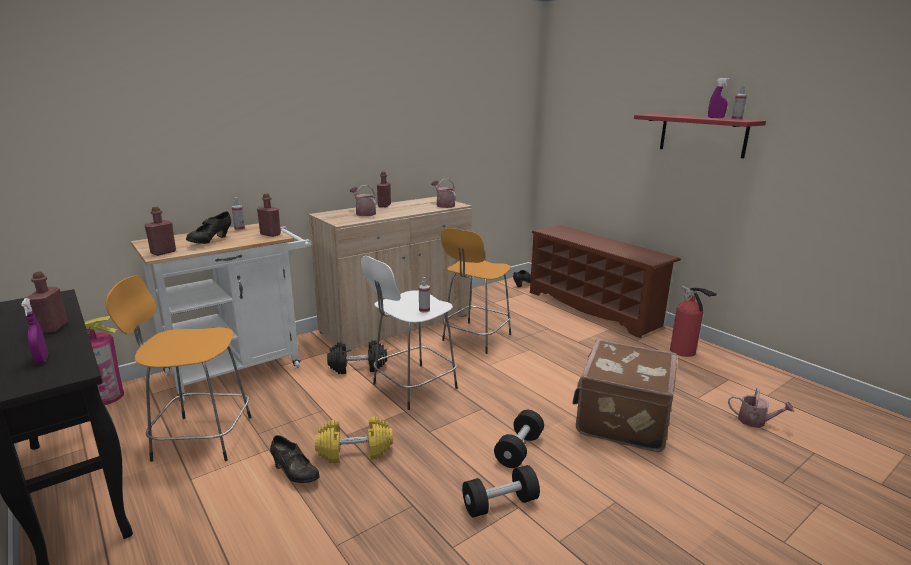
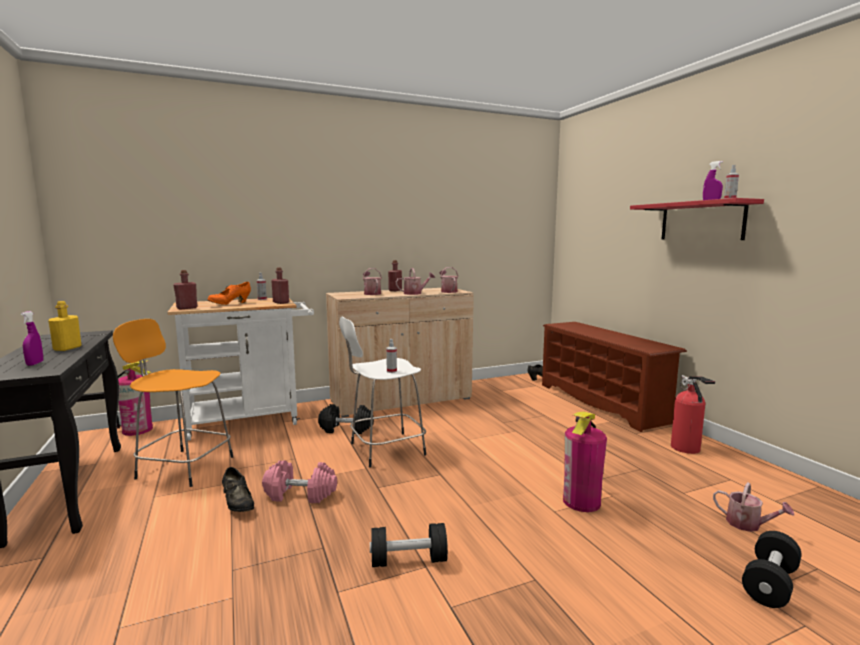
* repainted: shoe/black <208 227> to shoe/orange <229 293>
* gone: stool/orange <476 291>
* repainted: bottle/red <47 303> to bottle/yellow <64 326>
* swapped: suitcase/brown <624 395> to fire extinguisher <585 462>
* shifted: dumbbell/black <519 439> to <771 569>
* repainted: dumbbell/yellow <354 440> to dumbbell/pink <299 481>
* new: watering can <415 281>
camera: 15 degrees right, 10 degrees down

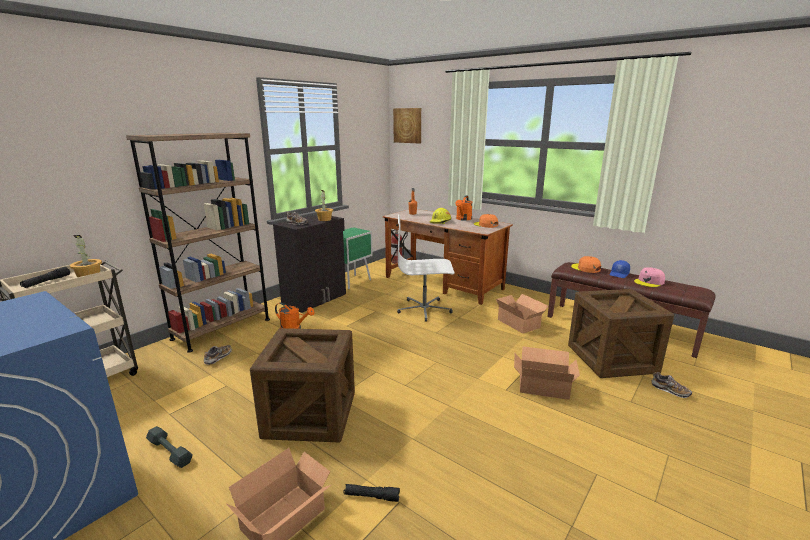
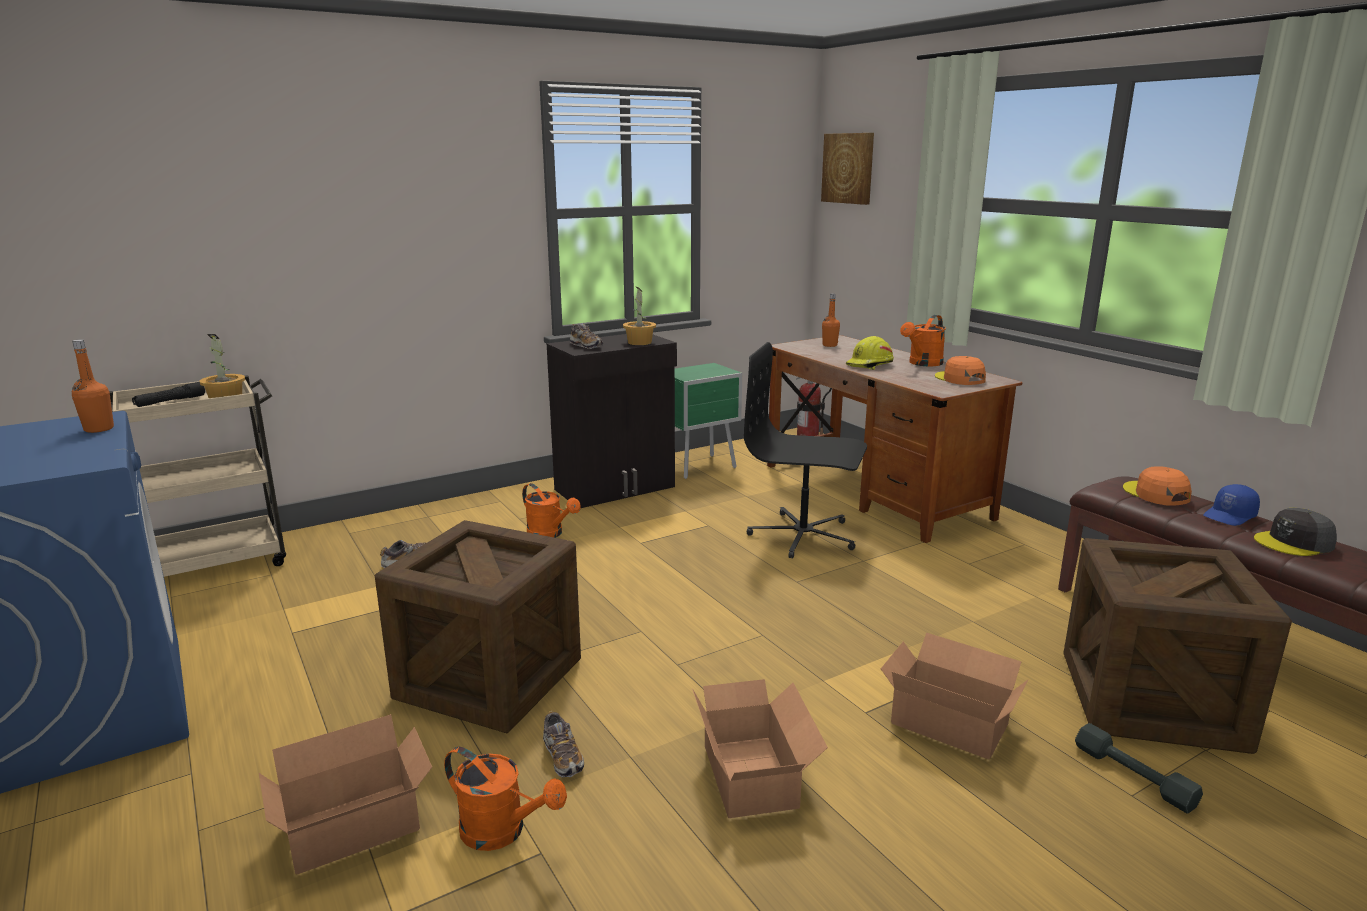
* gone: bookcase/brown <198 243>
* repainted: office chair/white <425 268> to office chair/black <805 450>
* repainted: cap/pink <649 277> to cap/grey <1295 532>
* shifted: cardboard box <522 313> to <760 748>
* shifted: shoe <671 385> to <563 744>
* shifted: dumbbell/grey <169 447> to <1139 768>
* swapped: flashlight/black <372 493> to watering can/orange <505 799>
* new: bottle/orange <93 386>
camera: 20 degrees right, 0 degrees up

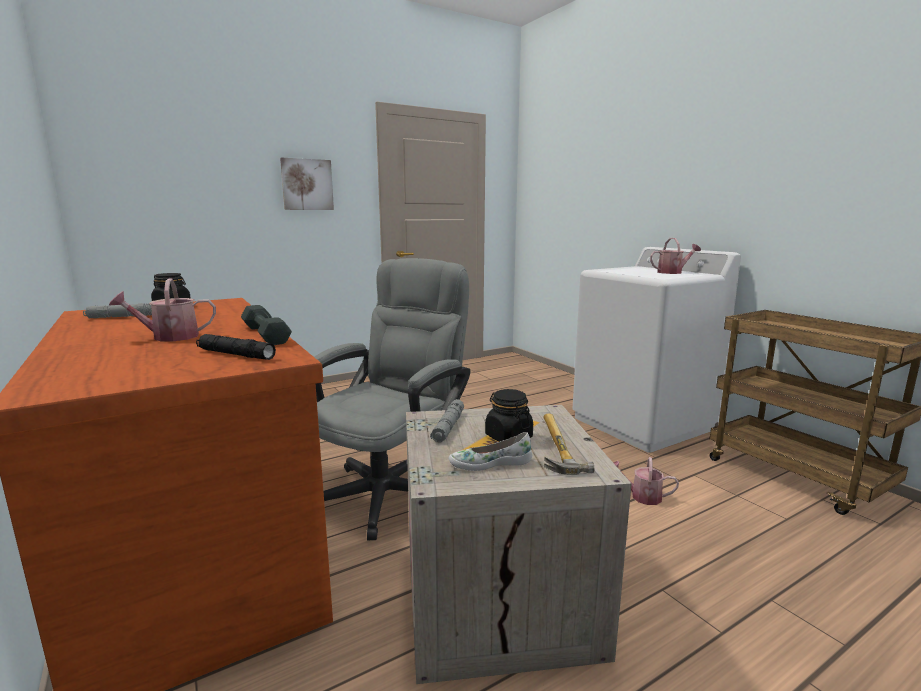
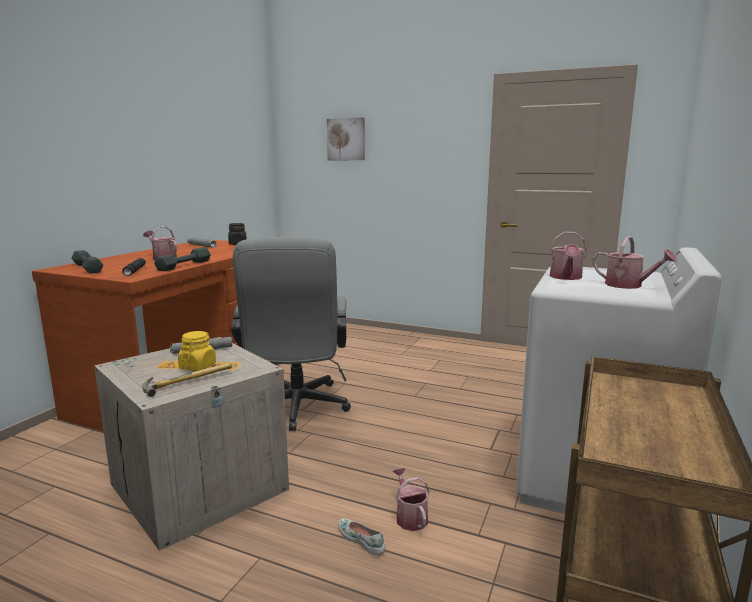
* shifted: picture <307 184> to <346 138>
* rotated: office chair/grey <392 399> = <291 334> 90 degrees clockwise
* repainted: jar/black <509 415> to jar/yellow <197 351>
* shifted: shoe/white <490 451> to <361 537>
* new: watering can <568 256>
* new: dumbbell/grey <87 262>
camera: 55 degrees right, 0 degrees up

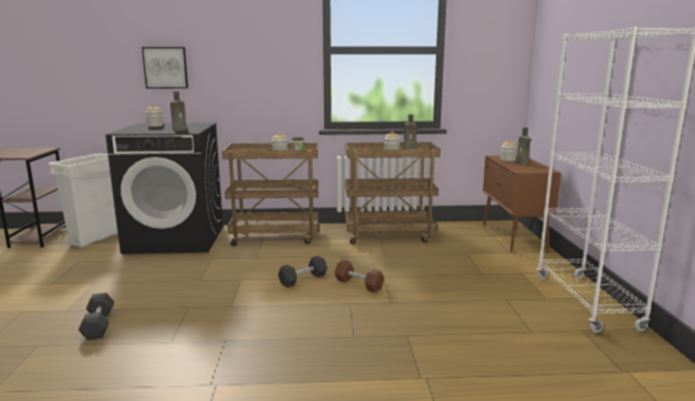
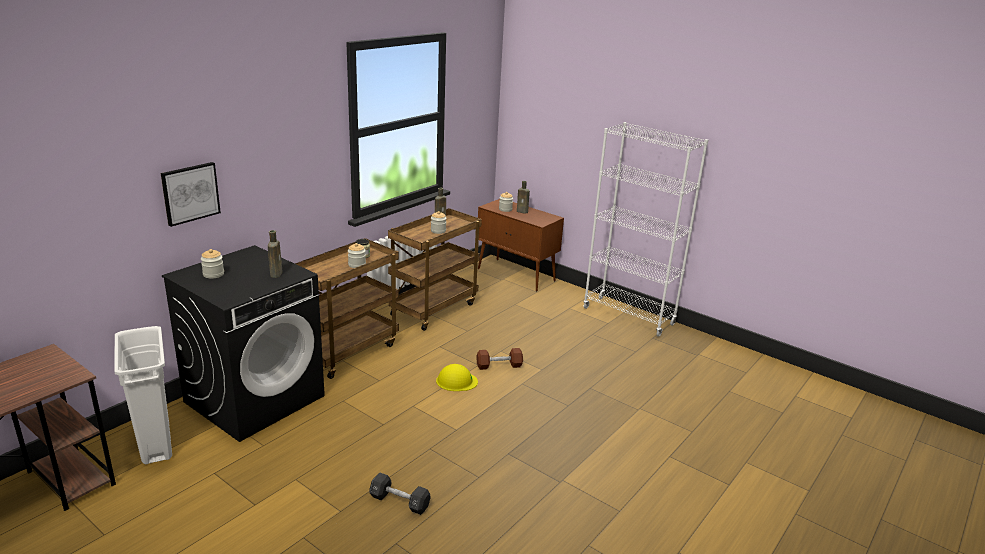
* swapped: dumbbell/black <302 272> to hard hat/yellow <457 377>
camera: 50 degrees left, 10 degrees up

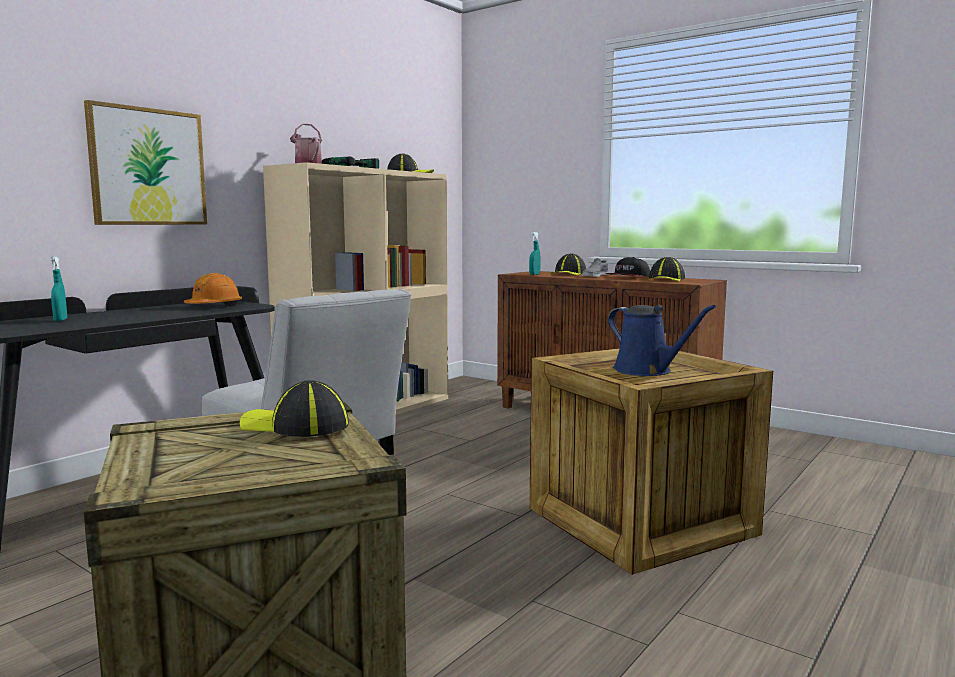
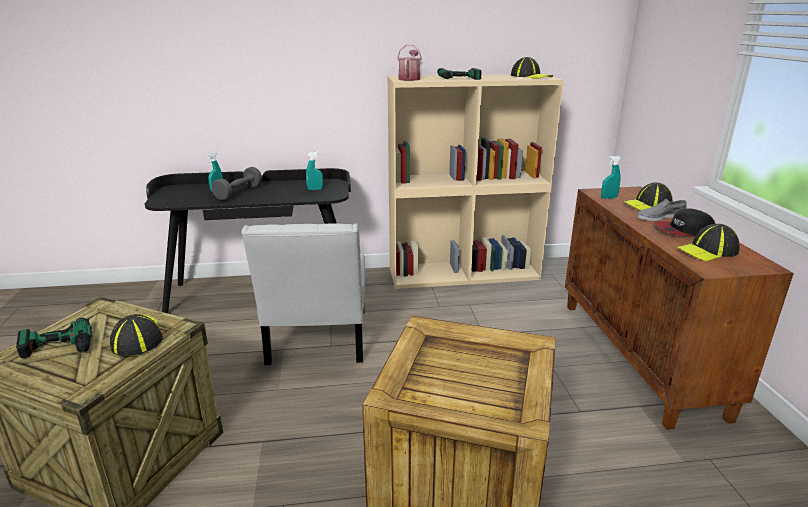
* gone: picture <145 162>
* swapped: hard hat/orange <213 289> to spray bottle/turquoise <314 171>
* gone: watering can/blue <662 340>
* new: dumbbell/grey <237 183>
* new: power drill <54 338>
camera: 45 degrees right, 15 degrees up

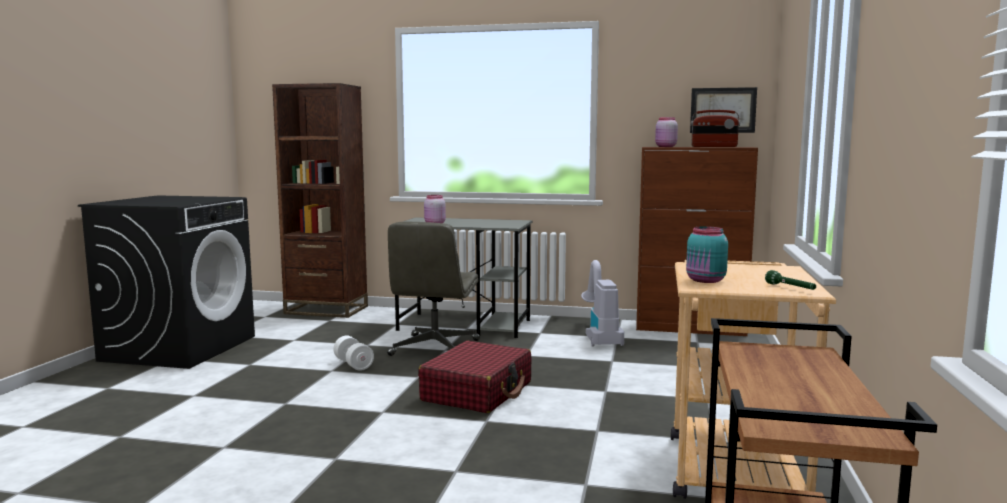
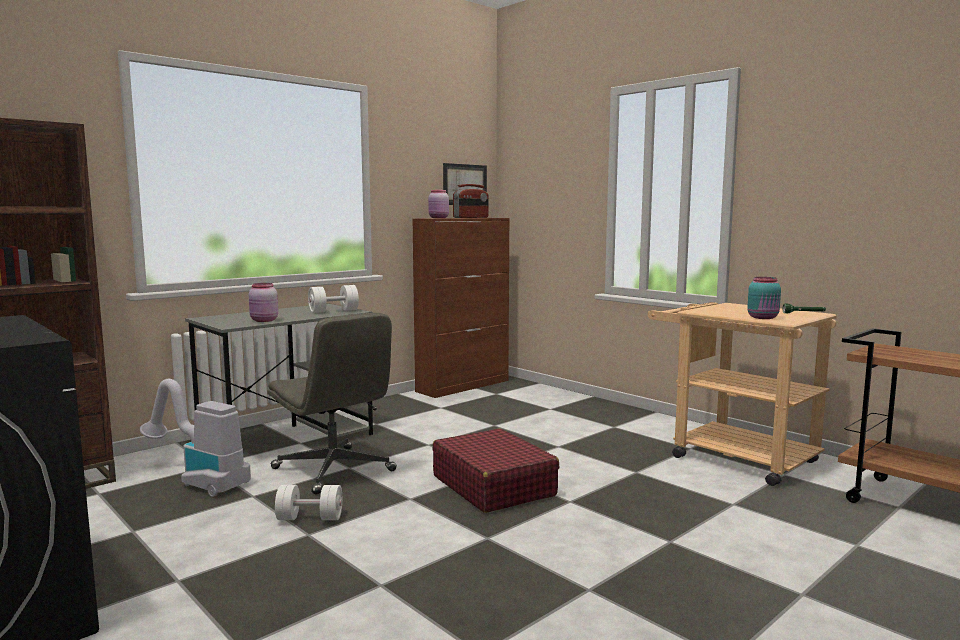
* shifted: vacuum cleaner <602 303> to <195 438>
* new: dumbbell/white <333 299>
camera: 55 degrees left, 0 degrees up

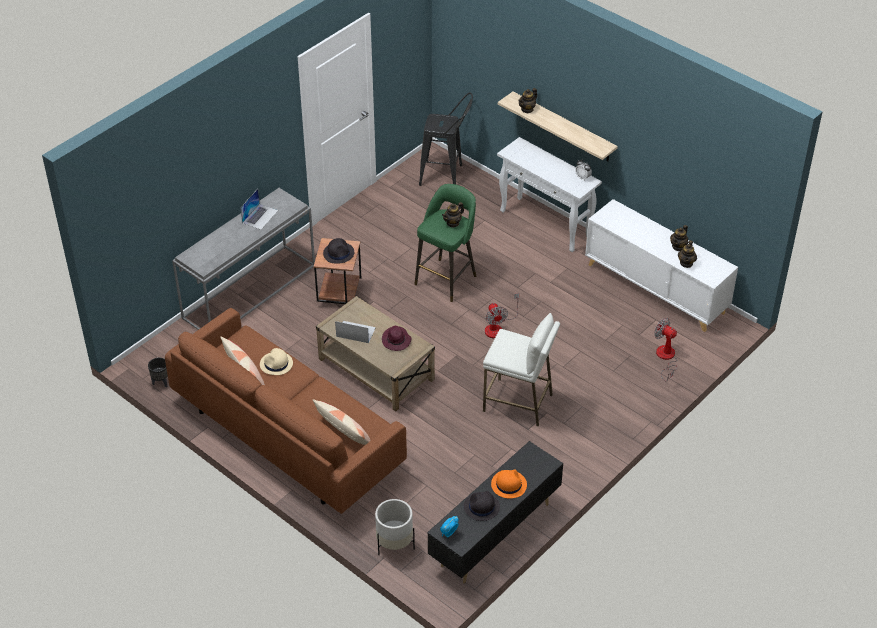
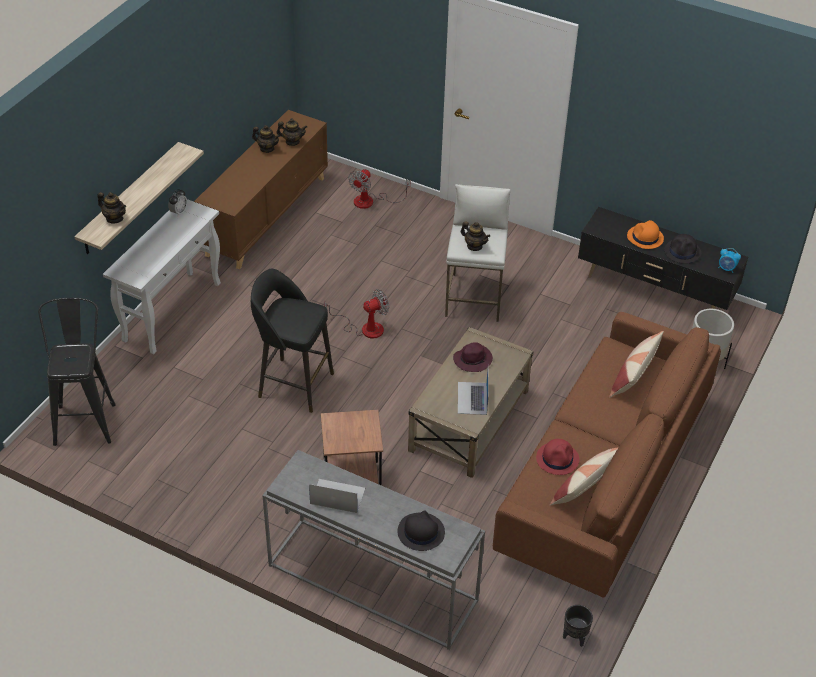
* repainted: stool/green <445 243> to stool/black <292 341>
* repainted: cabinet/white <661 265> to cabinet/brown <261 189>
* shifted: teapot <453 215> to <475 236>
* shifted: hat/black <338 251> to <421 531>
* repainted: hat/beige <276 361> to hat/red <557 457>
camera: 105 degrees left, 0 degrees up

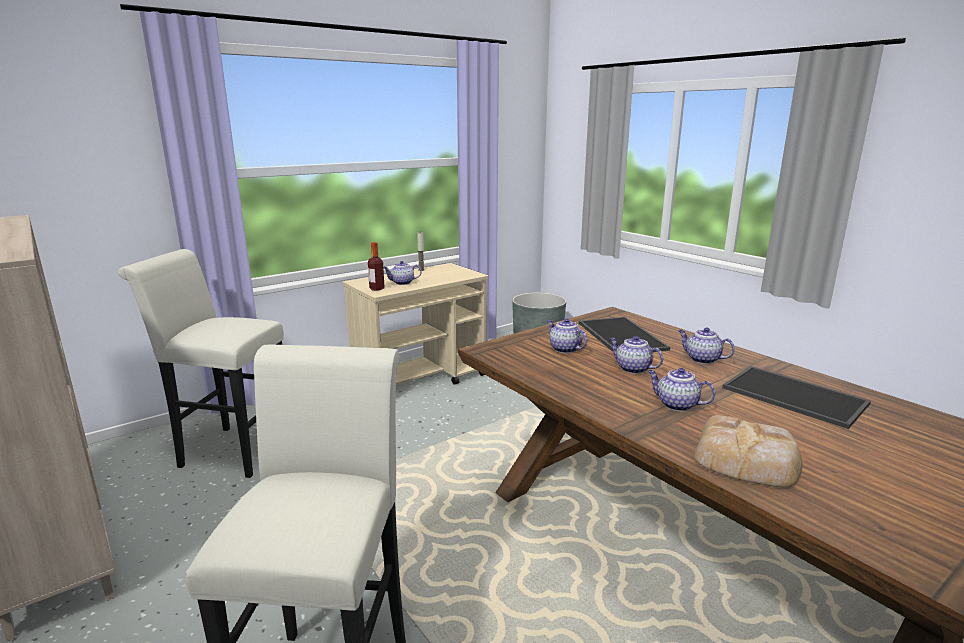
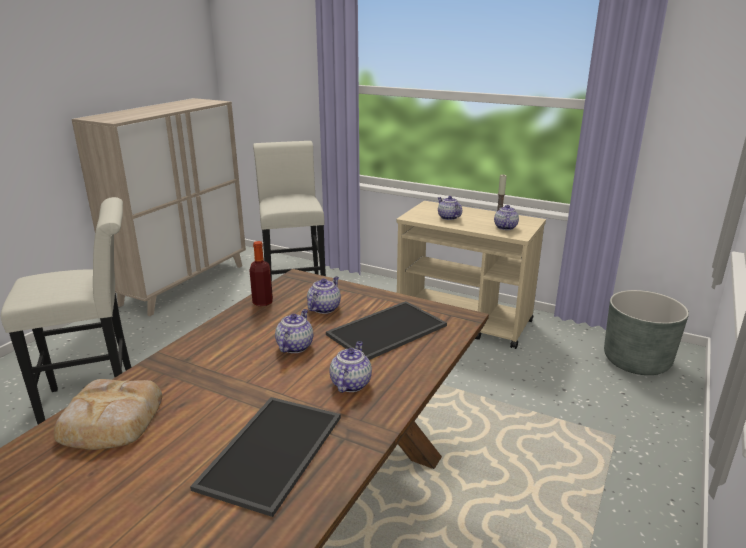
* shifted: bottle <376 266> to <261 273>
* shifted: teapot <681 389> to <506 217>
camera: 65 degrees right, 5 degrees up

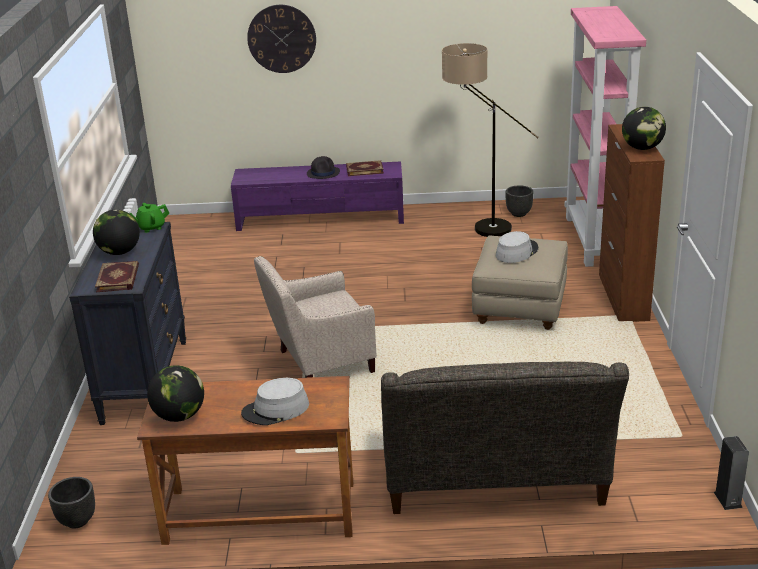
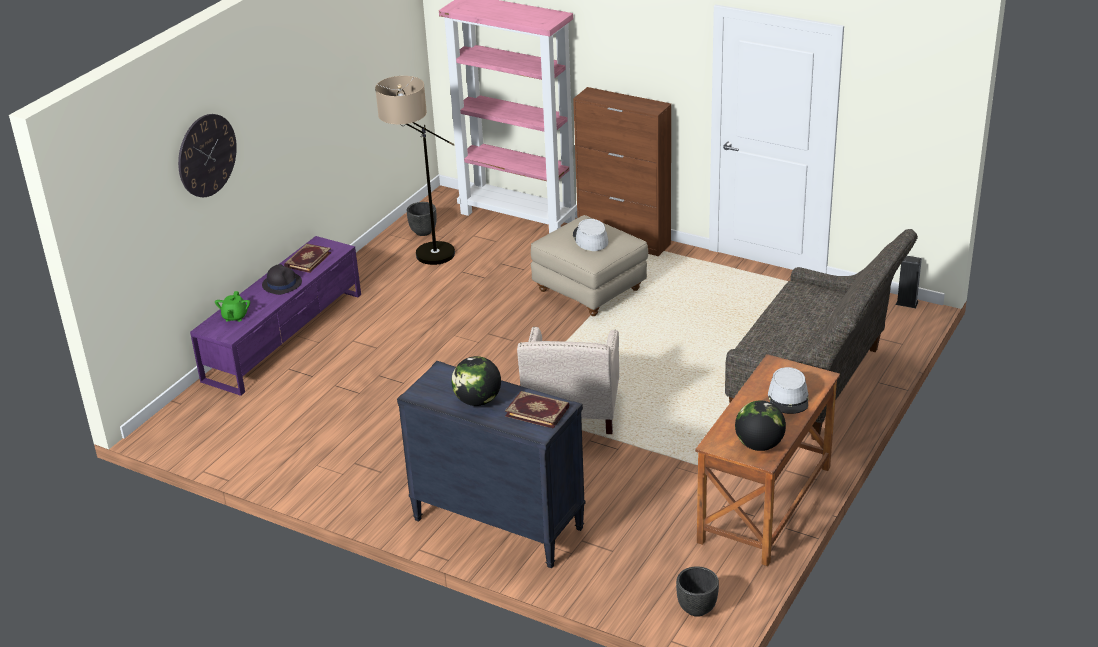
* gone: globe <644 128>
* shifted: teapot/green <149 218> to <232 306>
camera: 60 degrees left, 5 degrees up

